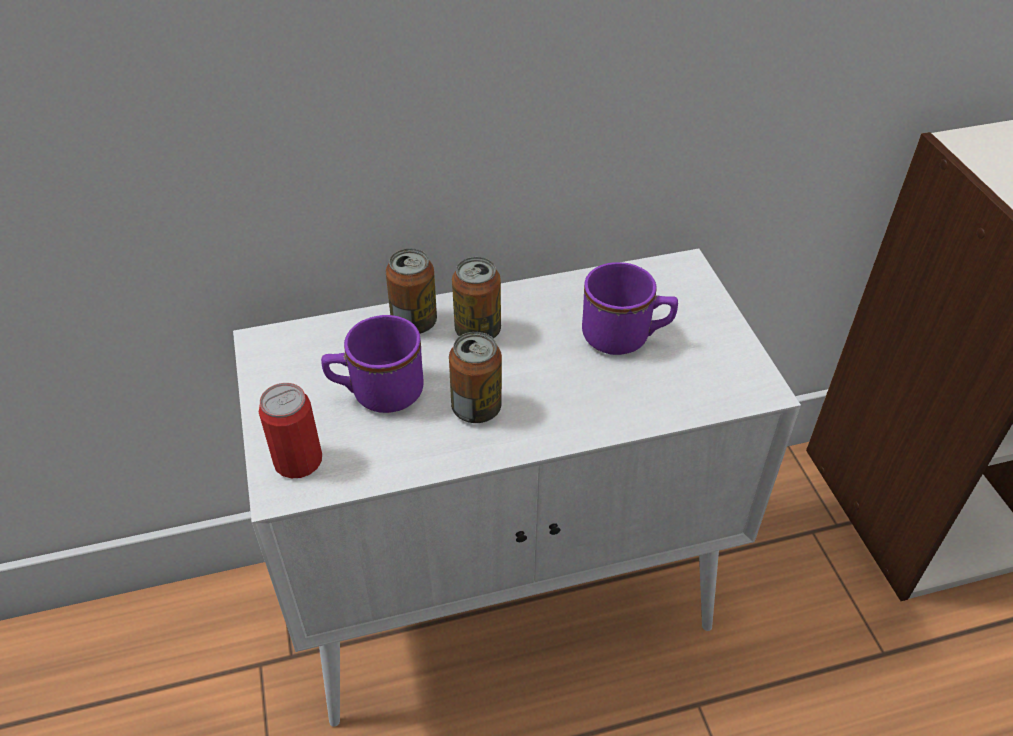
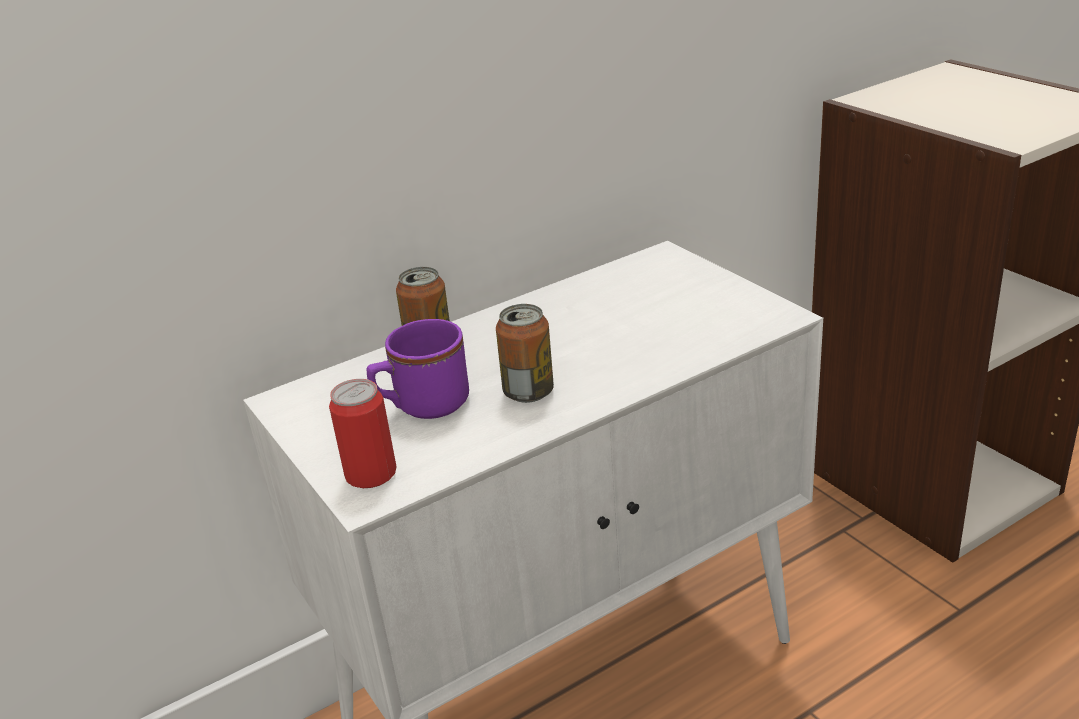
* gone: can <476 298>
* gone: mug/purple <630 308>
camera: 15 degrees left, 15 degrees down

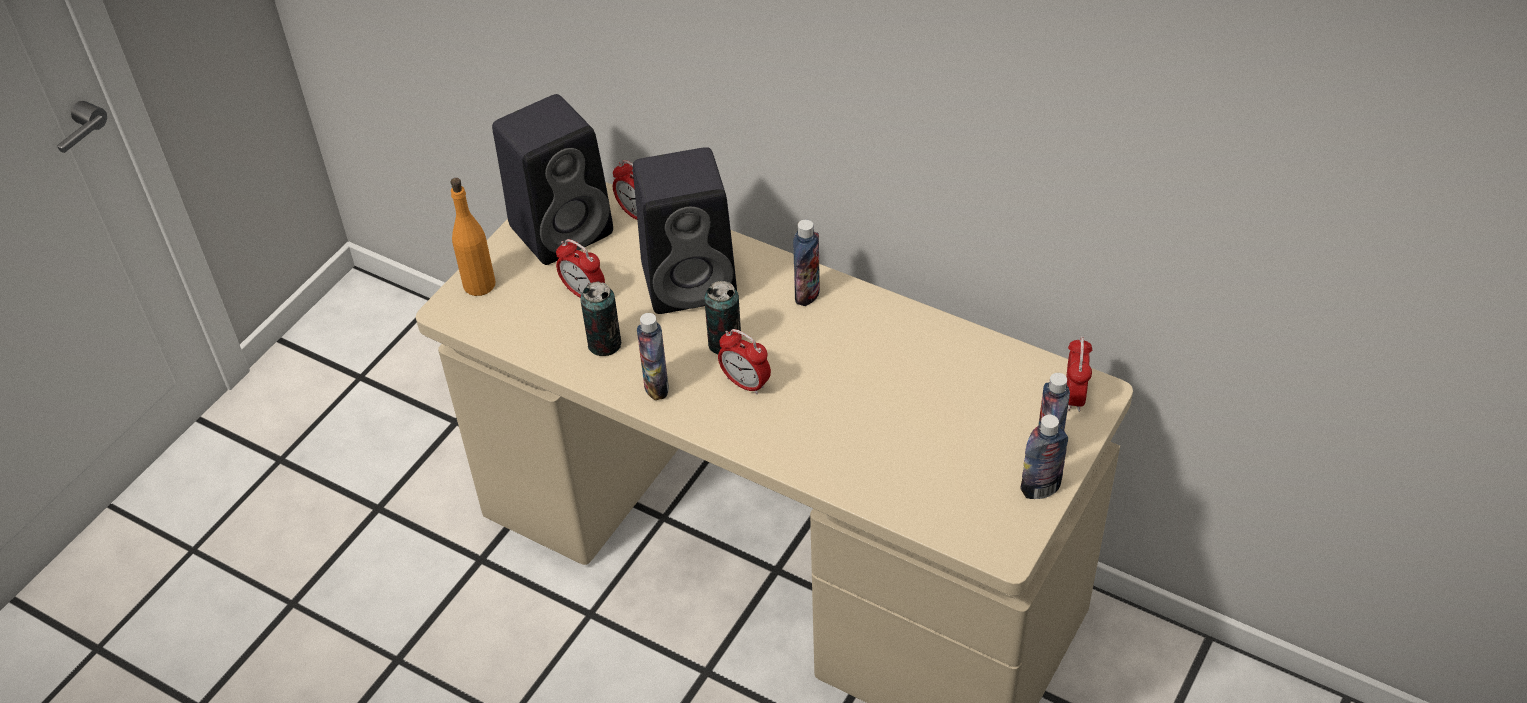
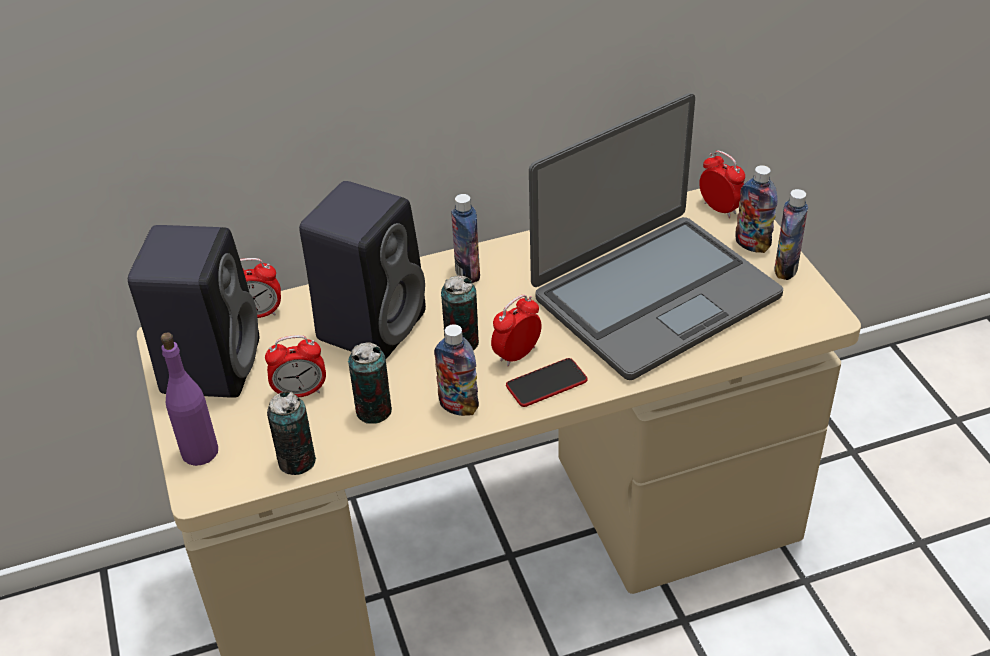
* repainted: bottle/orange <472 237> to bottle/purple <189 399>
* rotated: alarm clock <744 362> = <516 330> 150 degrees clockwise
* new: laptop <656 236>
* new: phone <547 382>
* new: can <291 433>
camera: 50 degrees left, 5 degrees down

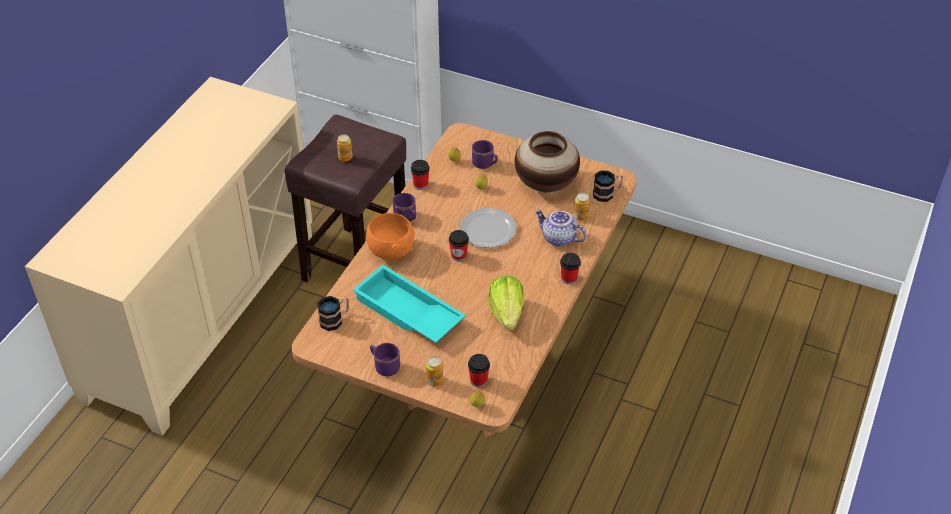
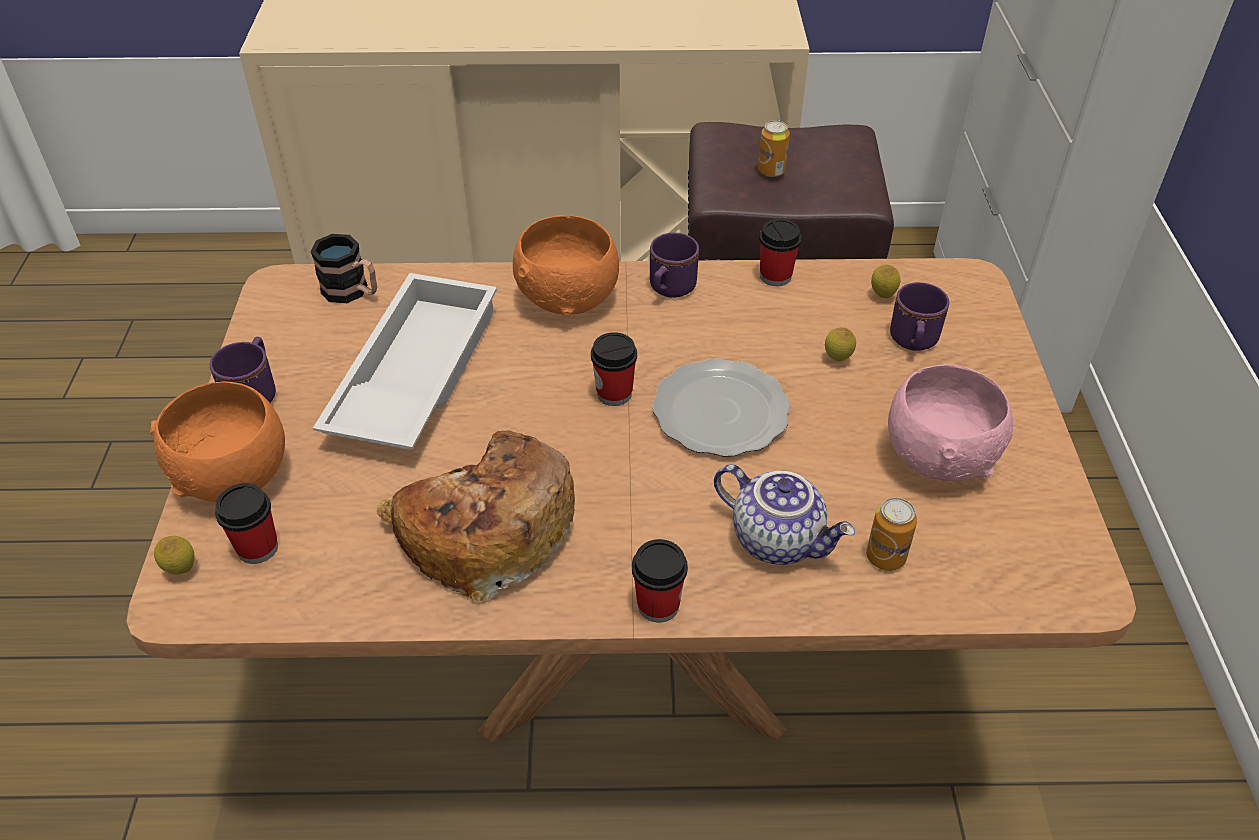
* swapped: vase <547 161> to bowl/pink <950 422>
* gone: mug <608 186>
* rotated: teapot <560 228> = <784 514> 120 degrees clockwise
* repainted: tray/turquoise <409 304> to tray/white <405 361>
* swapped: lettuce <506 303> to bread <476 516>
* swapped: can <434 371> to bowl/orange <217 442>
camera: 65 degrees right, 0 degrees up

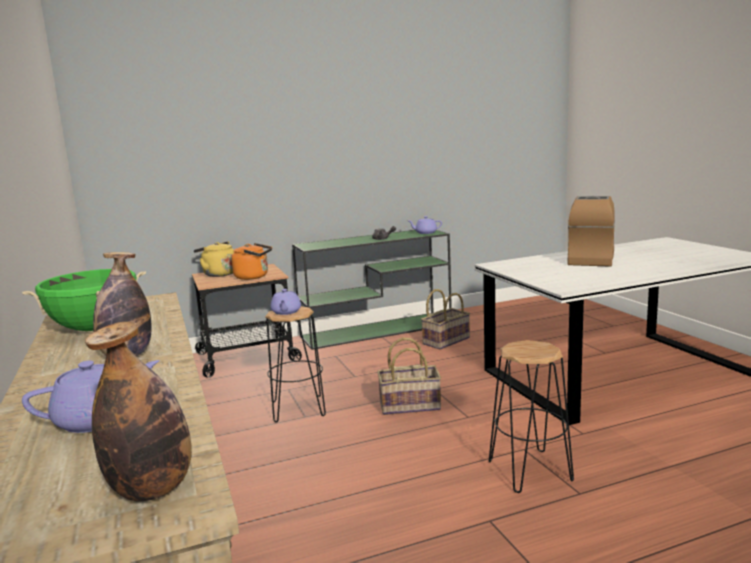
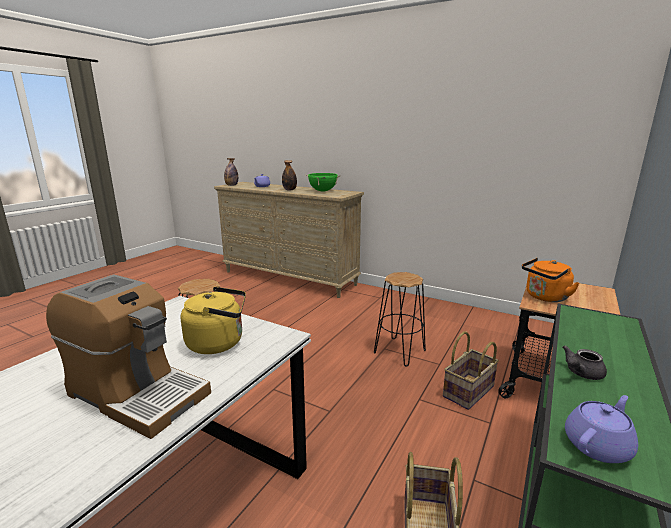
* rotated: coffee machine <591 231> = <128 357> 45 degrees counterclockwise
* shifted: kettle/yellow <214 259> to <213 320>
* gone: teapot/purple <285 302>
* shifted: basket <409 376> to <471 371>
camera: 140 degrees right, 5 degrees up

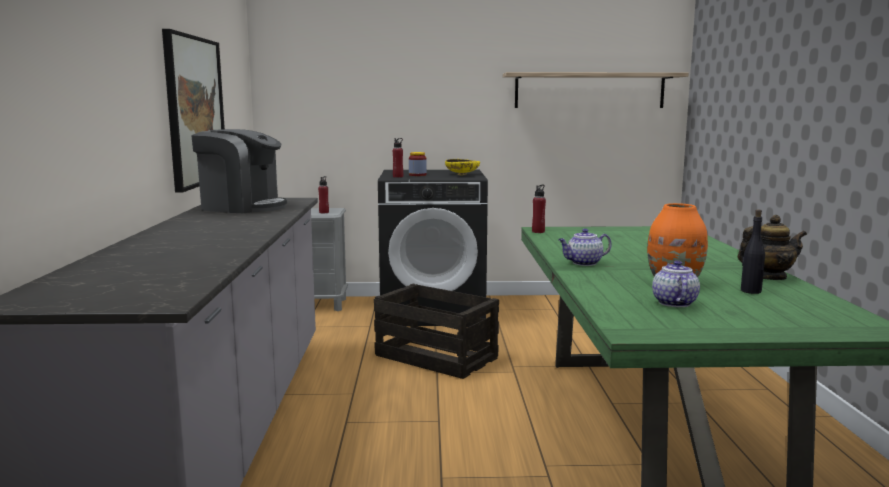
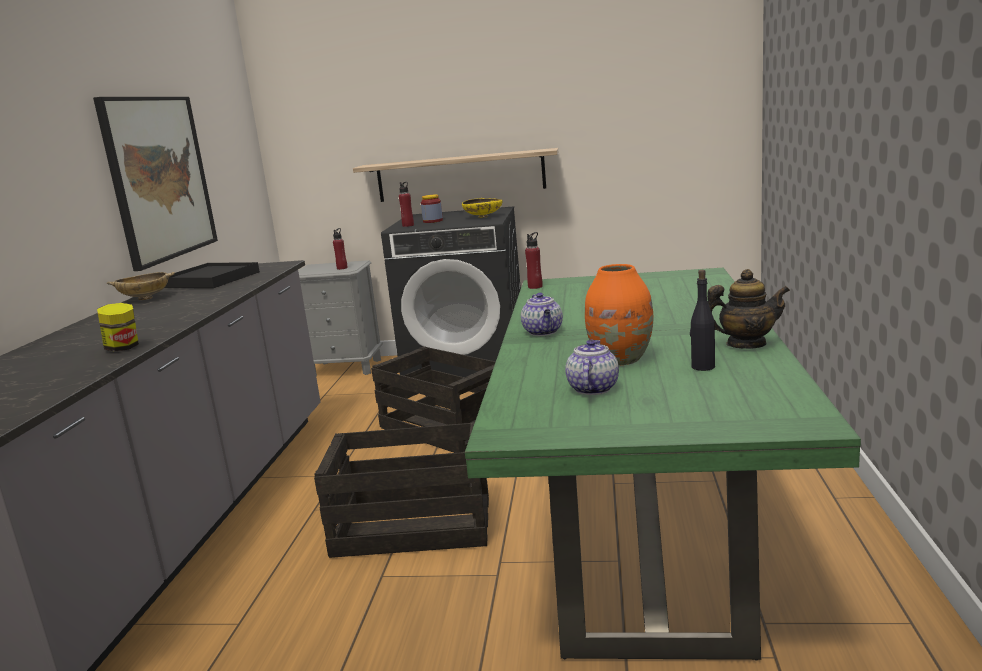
* shifted: shelf <596 90> to <455 175>
* swapped: coffee machine <239 171> to tray/black <212 275>
* rotated: teapot <585 247> = <542 314> 90 degrees counterclockwise
* new: bowl/beige <141 286>
* new: jar <118 327>
* new: crate <401 490>
camera: 10 degrees right, 5 degrees up

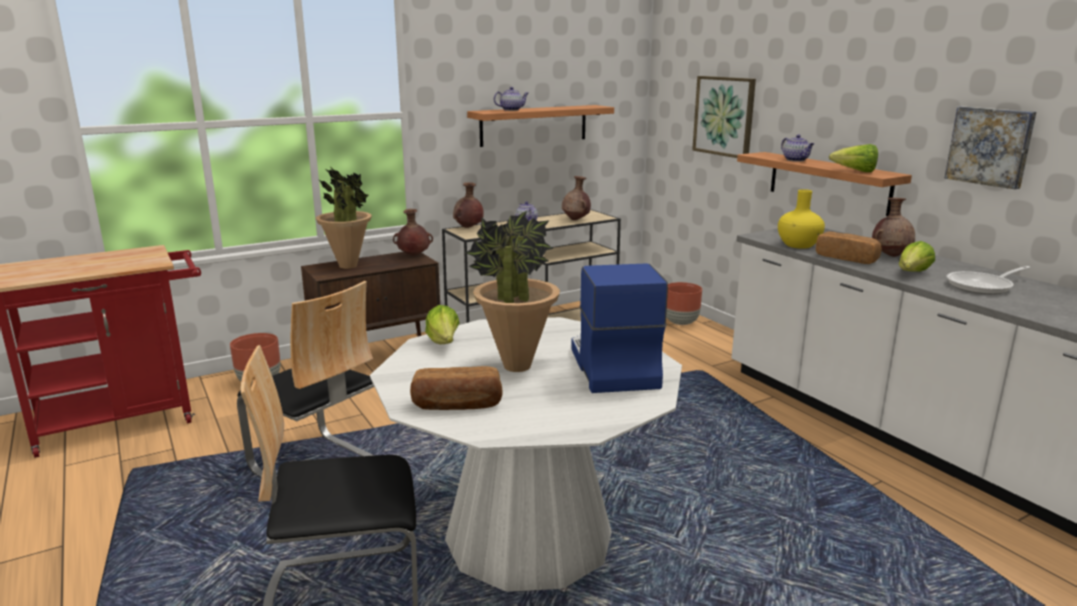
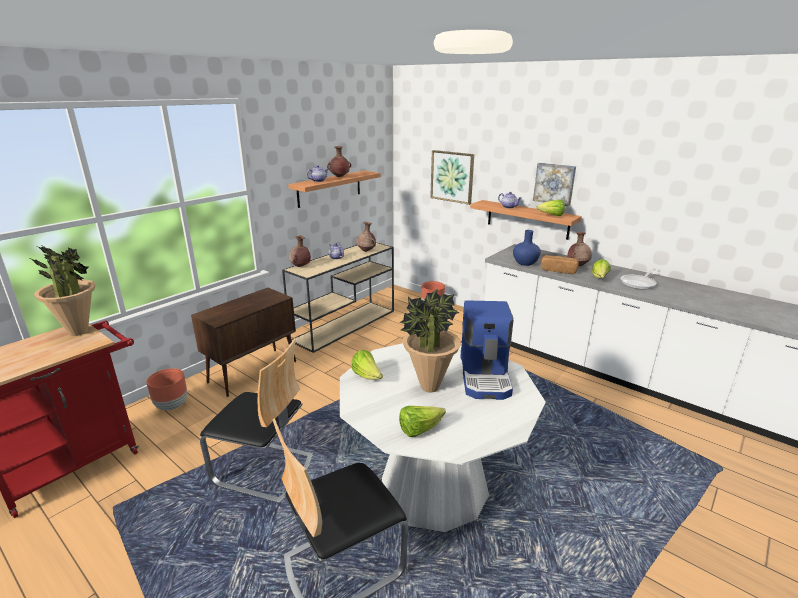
* shifted: picture <990 147> to <554 184>
* shifted: potted plant <344 218> to <62 290>
* repainted: vase/yellow <801 219> to vase/blue <527 248>
* shifted: vase/brown <413 232> to <339 161>
* rotated: coffee machine <619 328> = <486 350> 150 degrees counterclockwise
* swapped: bread <456 388> to lettuce <422 421>
camera: 20 degrees left, 5 degrees up

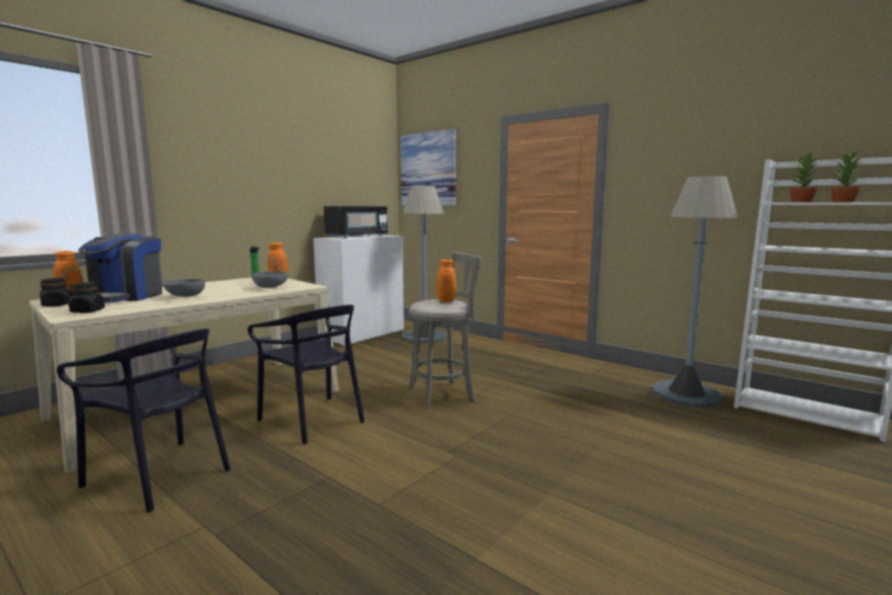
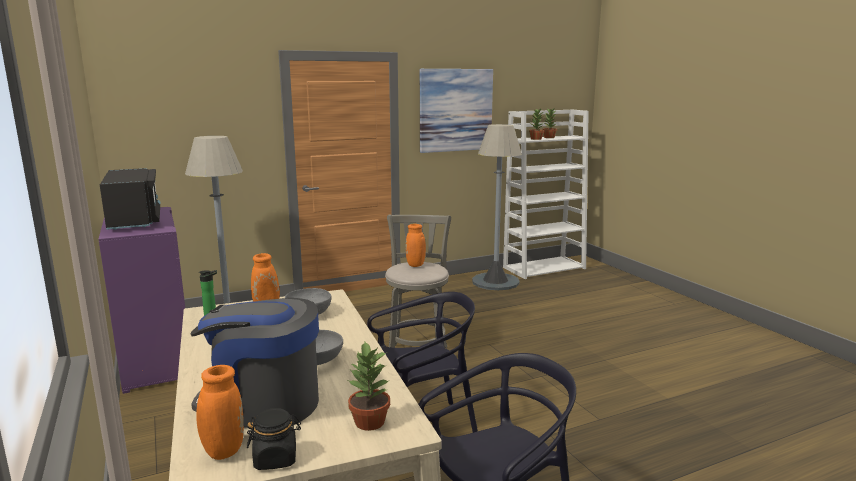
* shifted: picture <428 167> to <456 111>
* rotated: coffee machine <120 268> = <254 363> 150 degrees clockwise
* repainted: cabinet/white <358 291> to cabinet/purple <141 300>
* swapped: jar/black <86 297> to potted plant <369 386>
camera: 65 degrees left, 5 degrees up

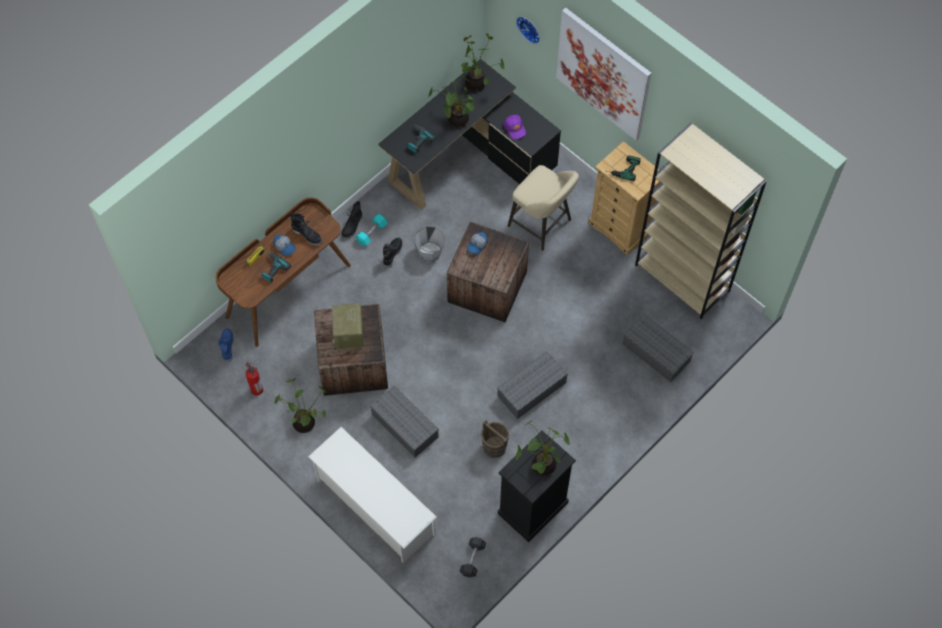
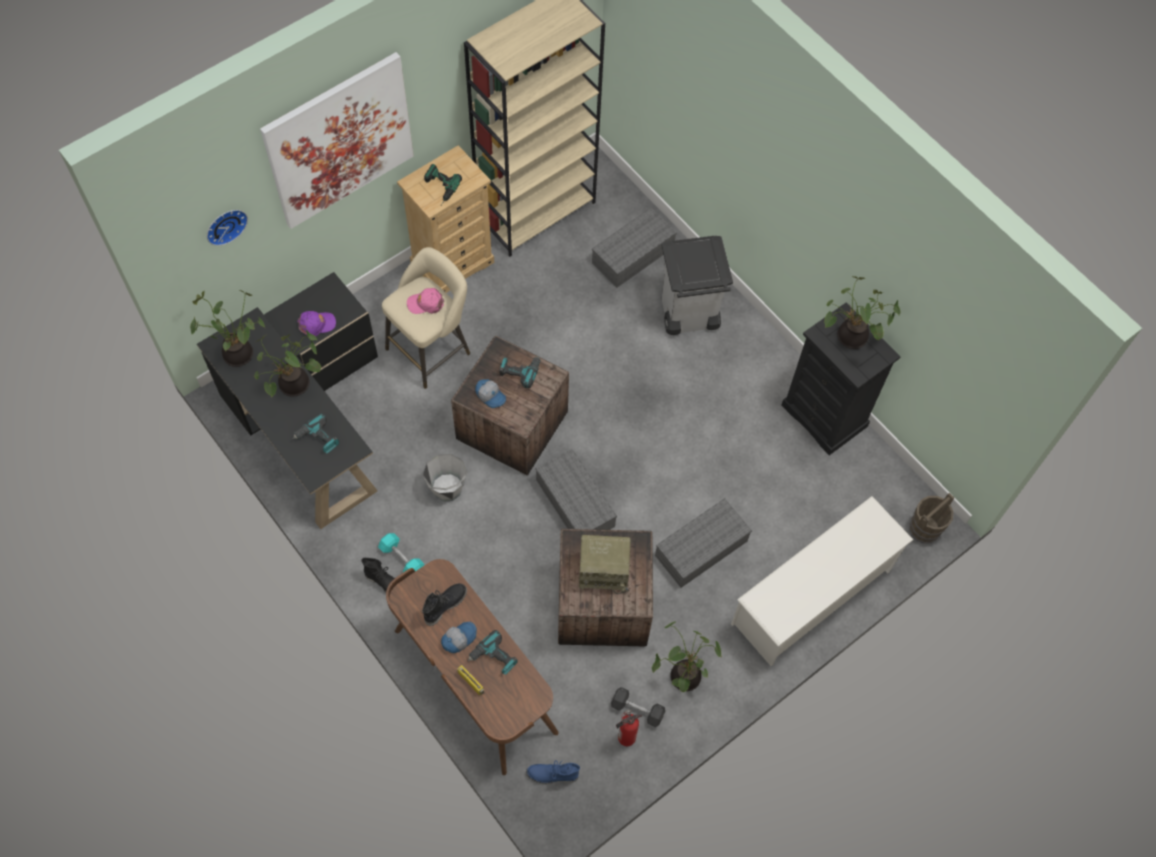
* gone: boot/black <393 253>
* shifted: storage box/grey <532 385> to <576 489>
* shifted: bucket/brown <495 439> to <931 518>
* shifted: dumbbell/grey <473 557> to <638 707>
* new: trash can/grey <697 285>
* new: cap/pink <425 301>
* new: power drill <520 372>
camera: 85 degrees left, 0 degrees up

